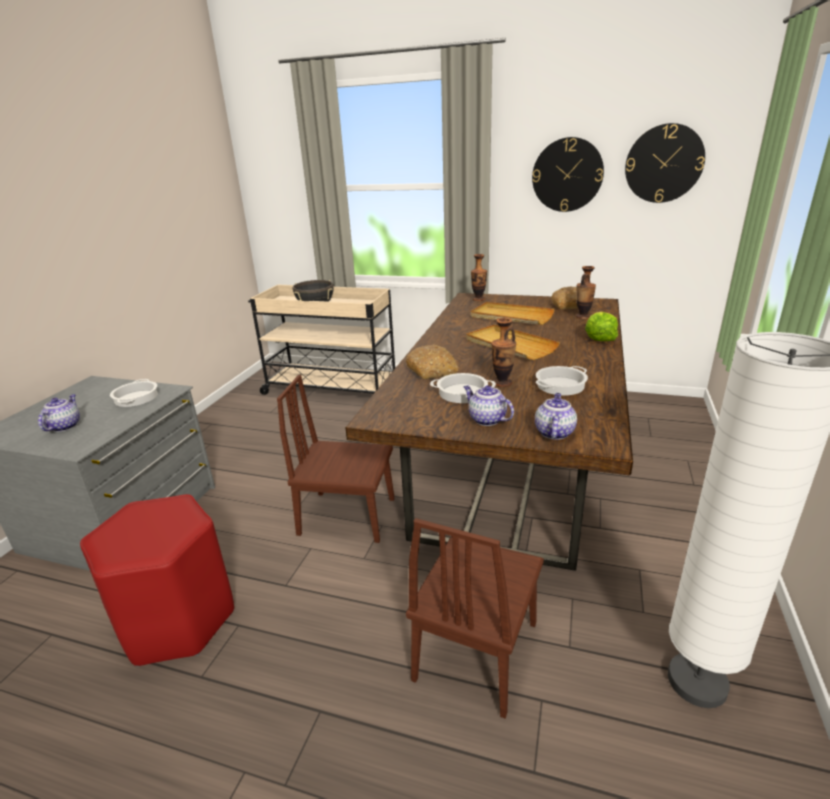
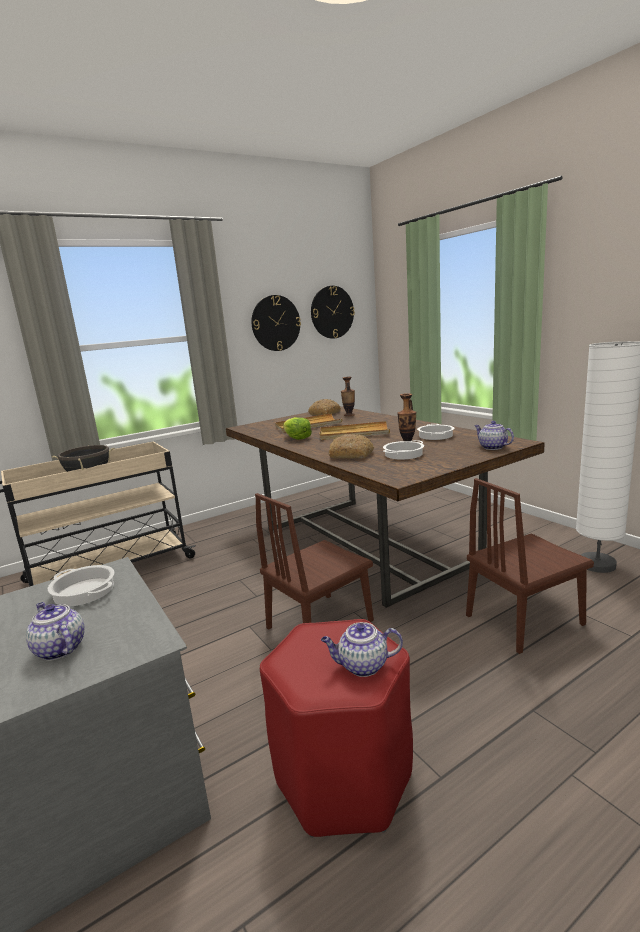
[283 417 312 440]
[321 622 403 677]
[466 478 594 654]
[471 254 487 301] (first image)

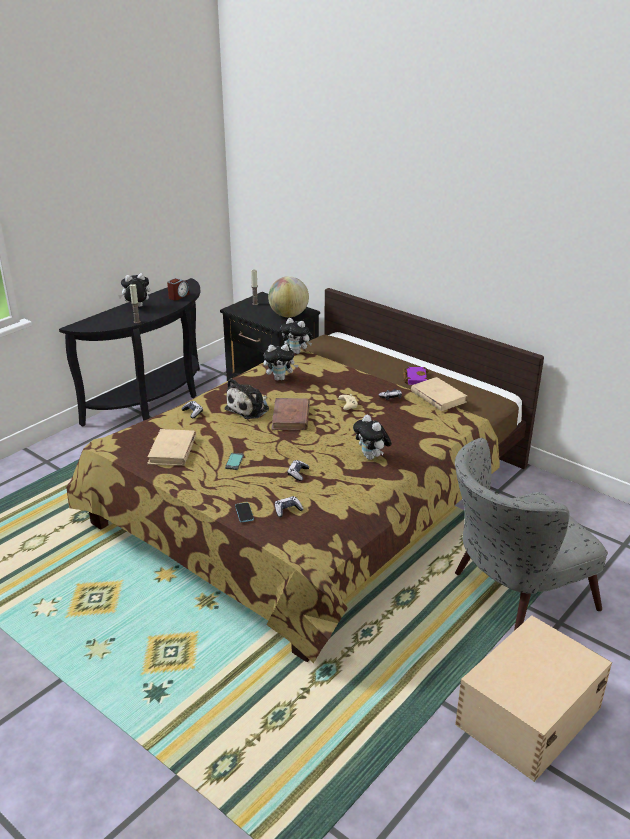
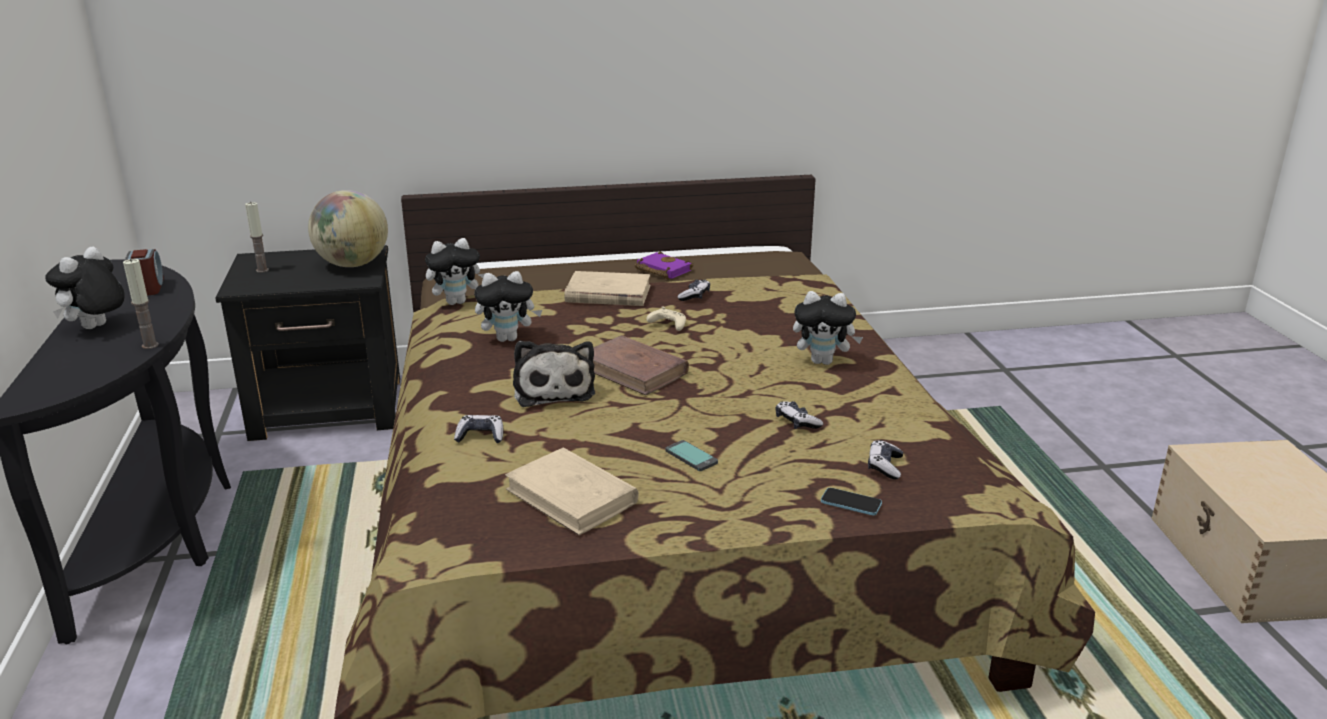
[474 271 542 342]
[564 271 650 306]
[455 438 608 631] (first image)

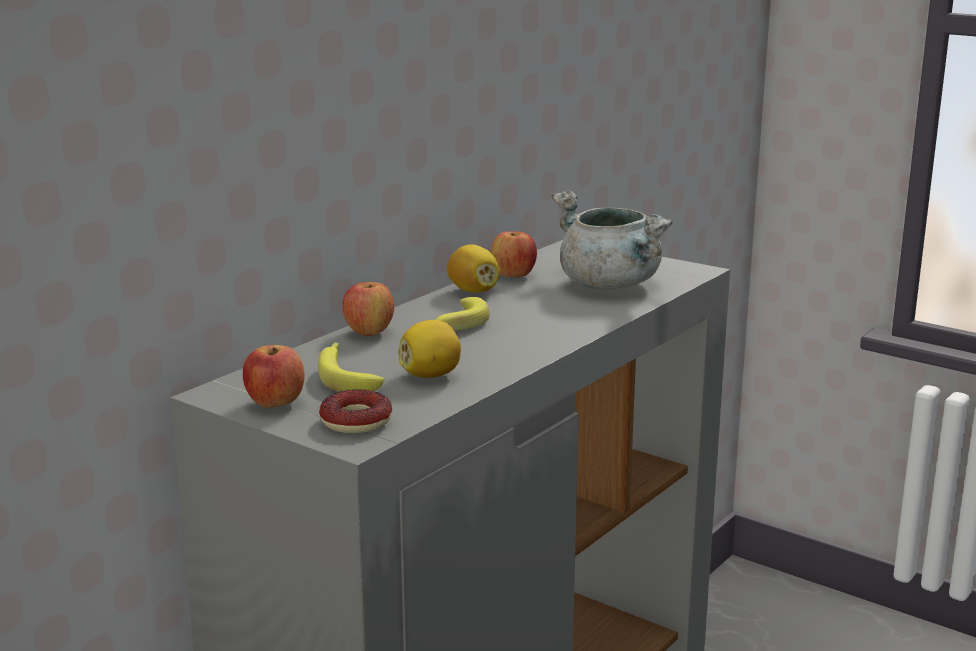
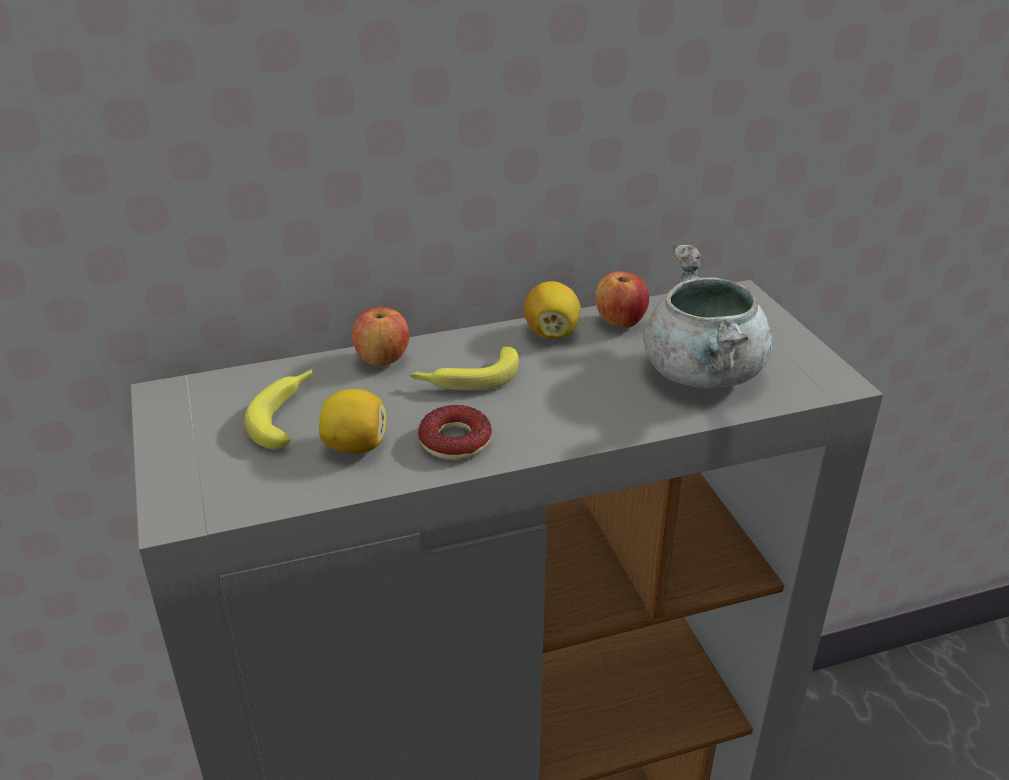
[418 405 492 460]
[243 345 305 408] (first image)

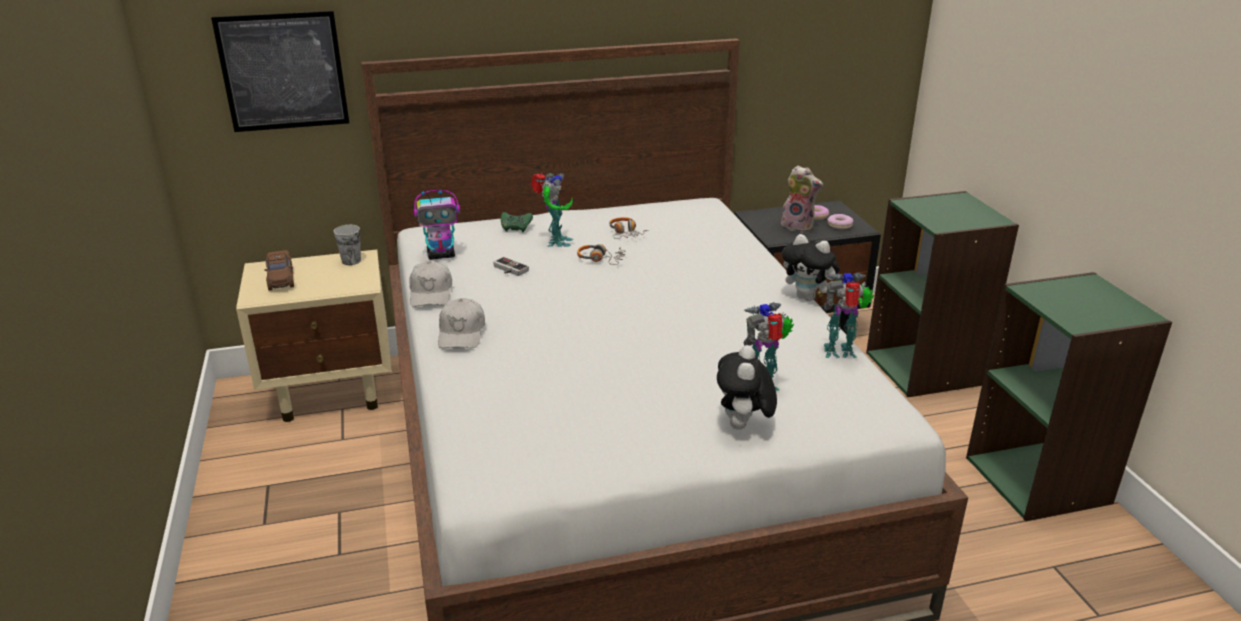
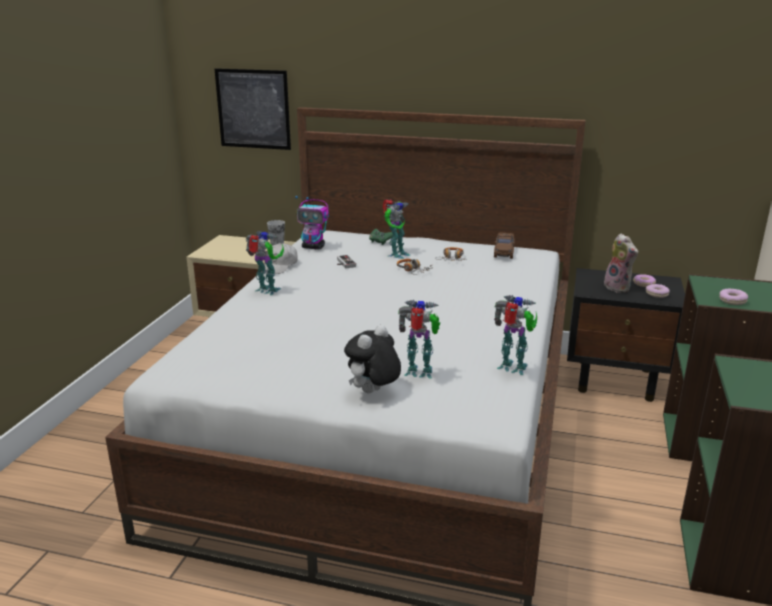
[245 231 284 295]
[494 232 515 259]
[719 289 748 305]
[782 234 840 301] (first image)

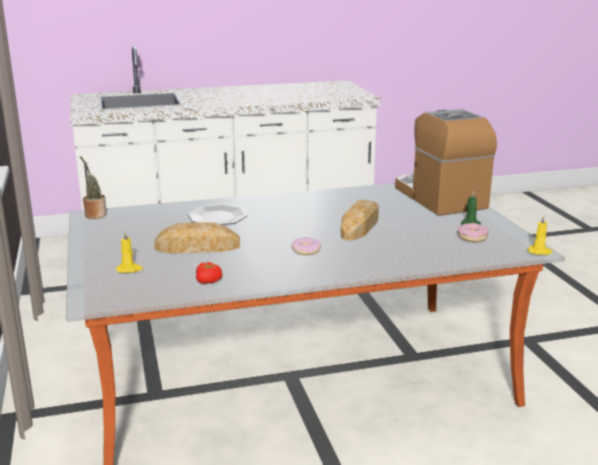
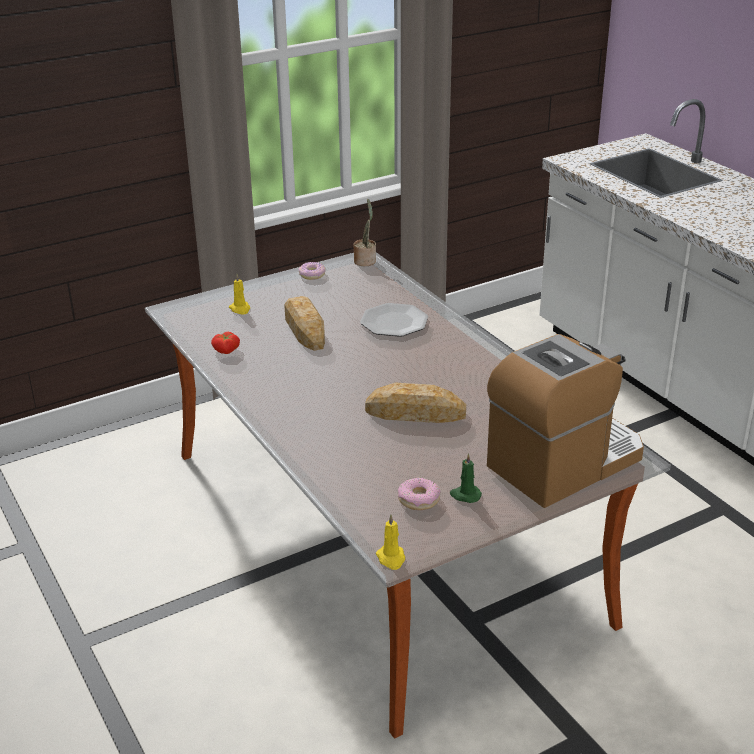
[298 262 326 280]

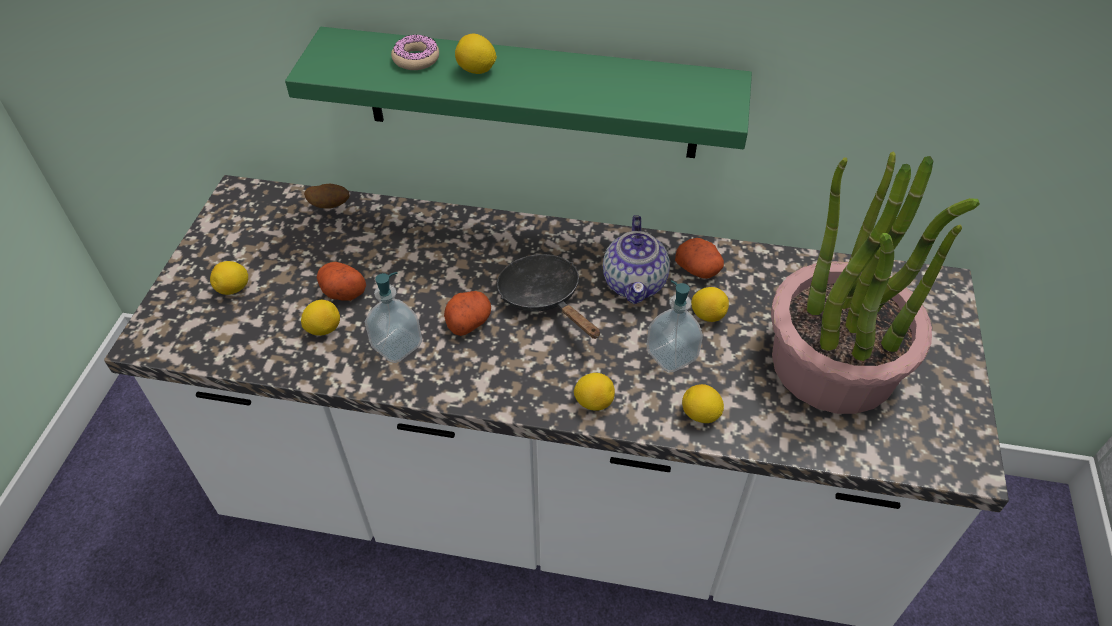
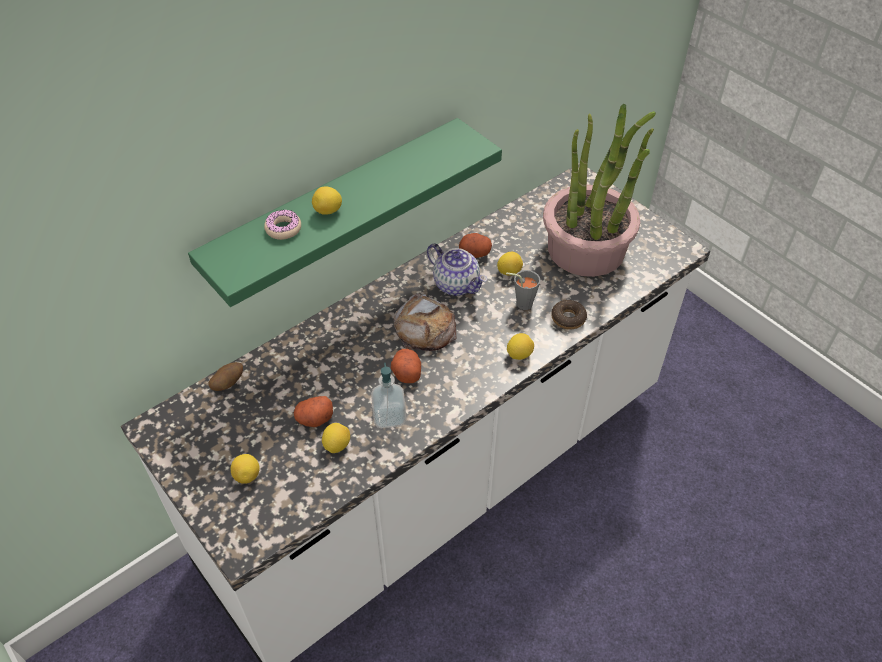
[393 293 456 351]
[506 270 540 310]
[551 300 587 330]

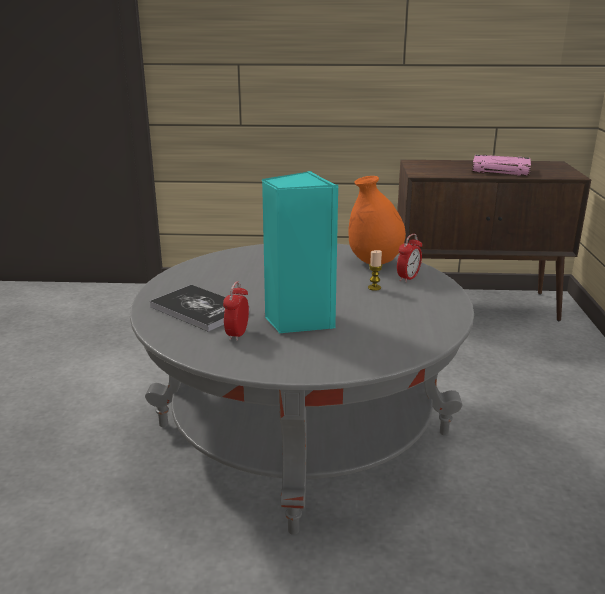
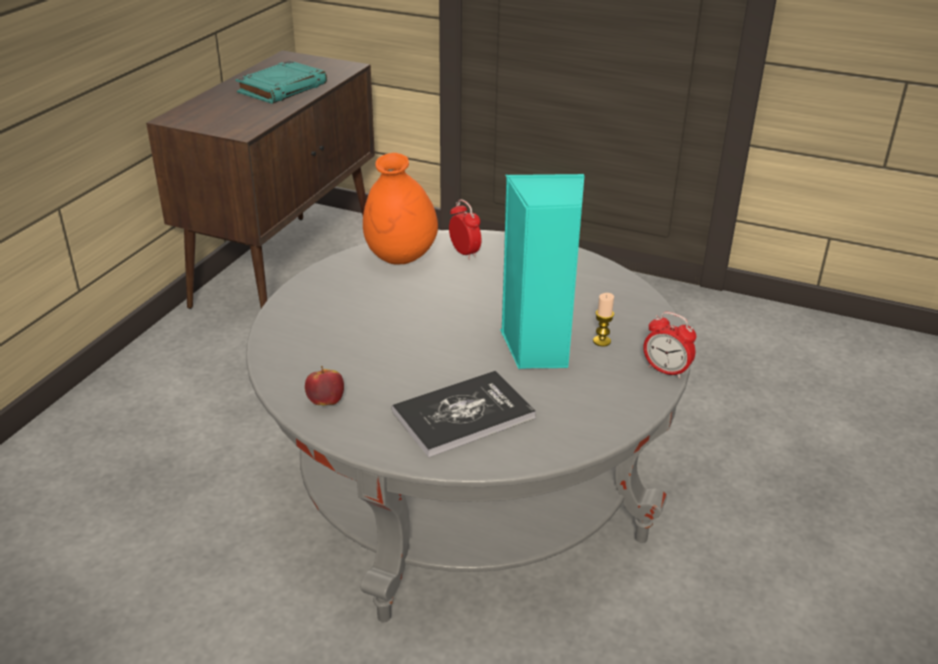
[236 60 327 104]
[305 366 344 405]
[593 293 614 347]
[643 312 696 379]

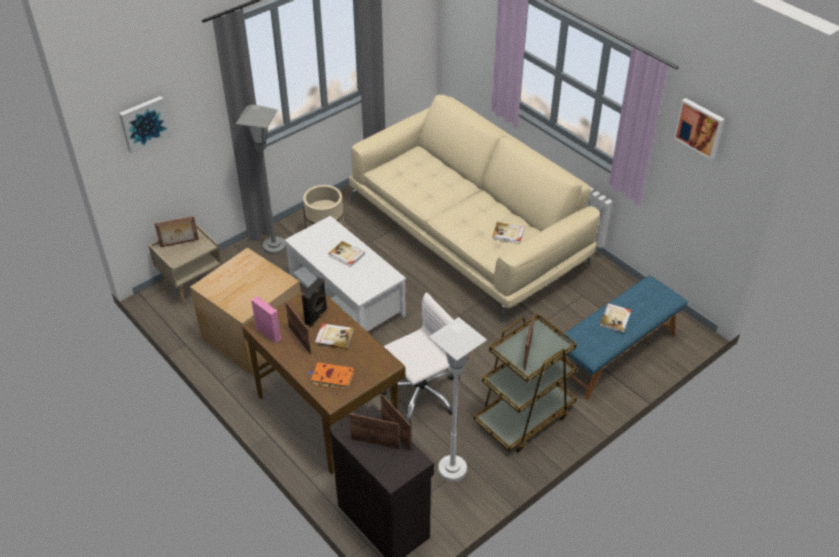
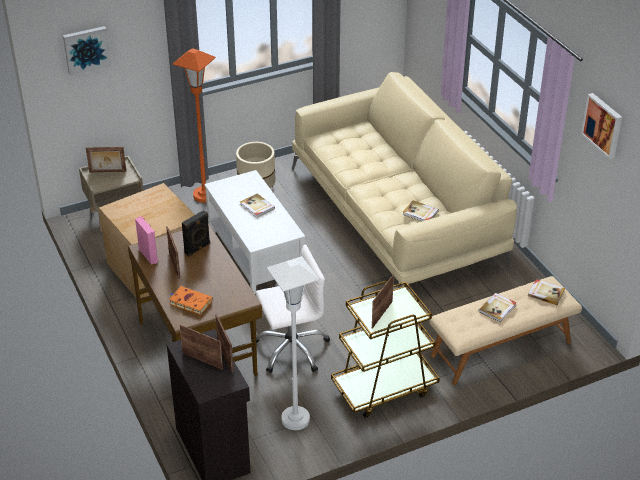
[173 48 216 203]
[429 276 582 385]
[528 279 565 306]

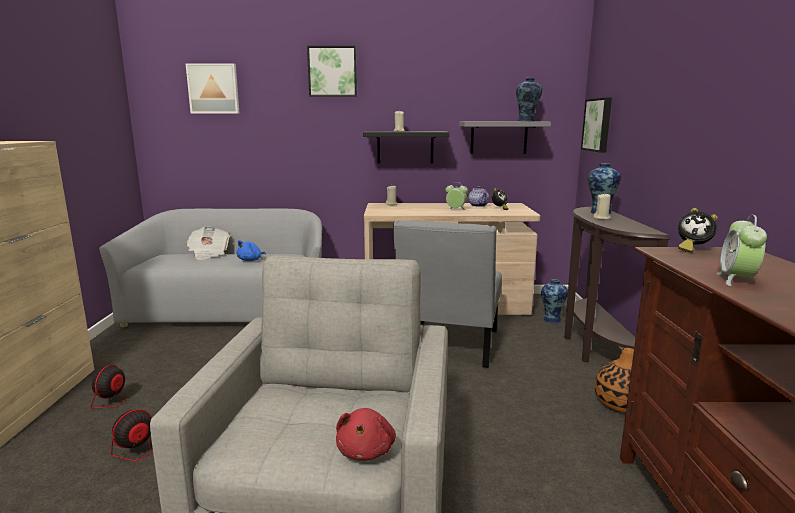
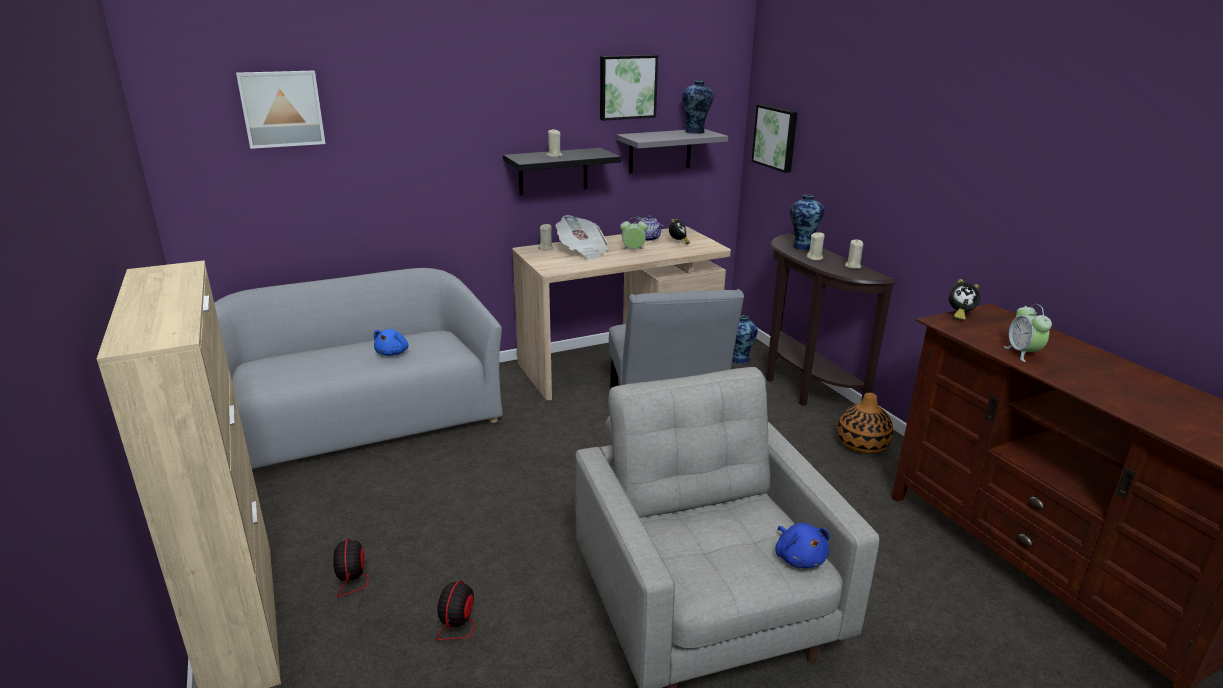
[555 215 610 260]
[600 55 658 121]
[775 523 830 568]
[845 239 863 269]

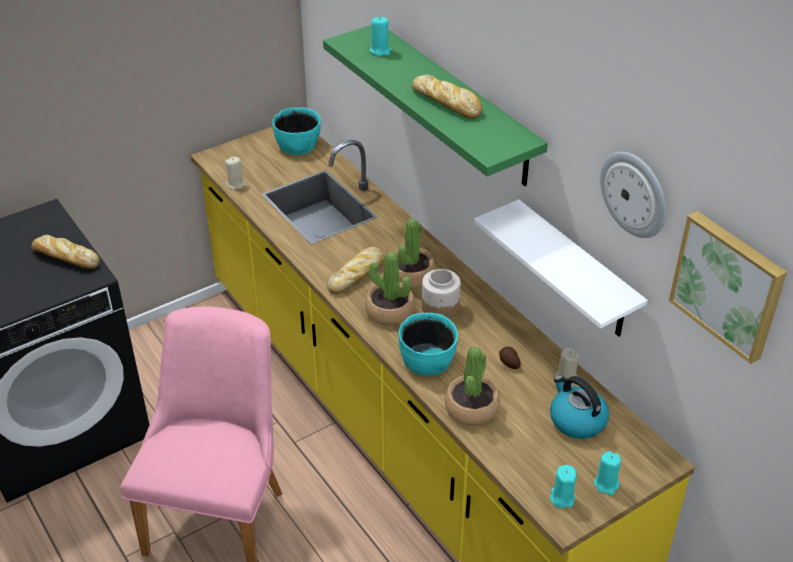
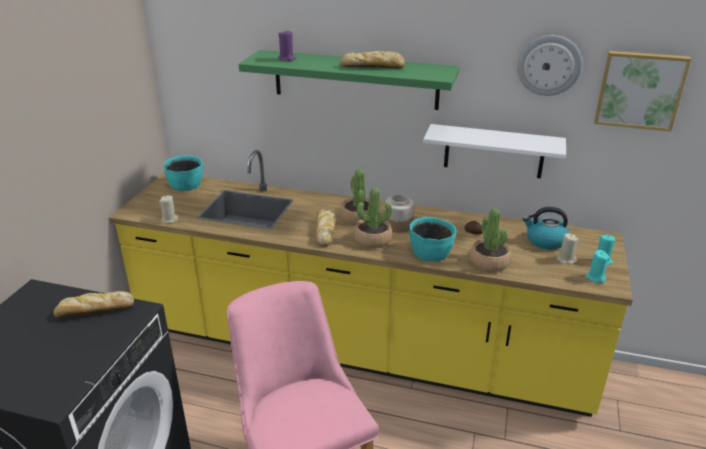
[278 30 296 61]
[557 233 578 264]

